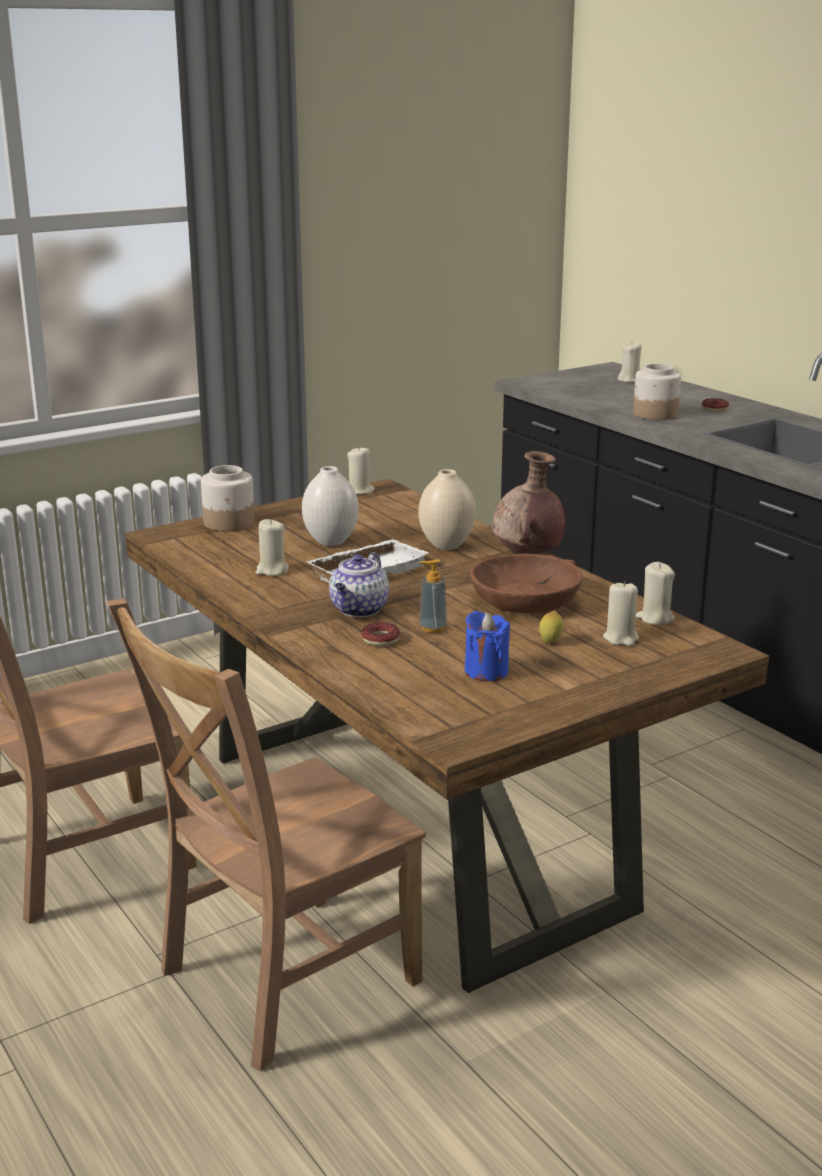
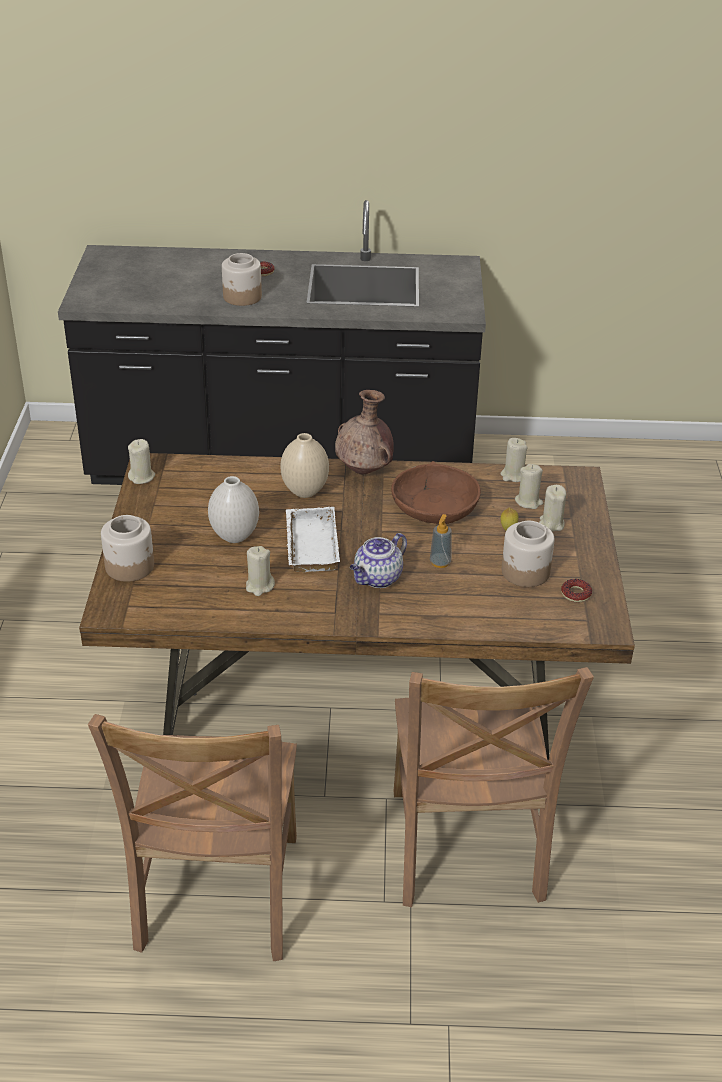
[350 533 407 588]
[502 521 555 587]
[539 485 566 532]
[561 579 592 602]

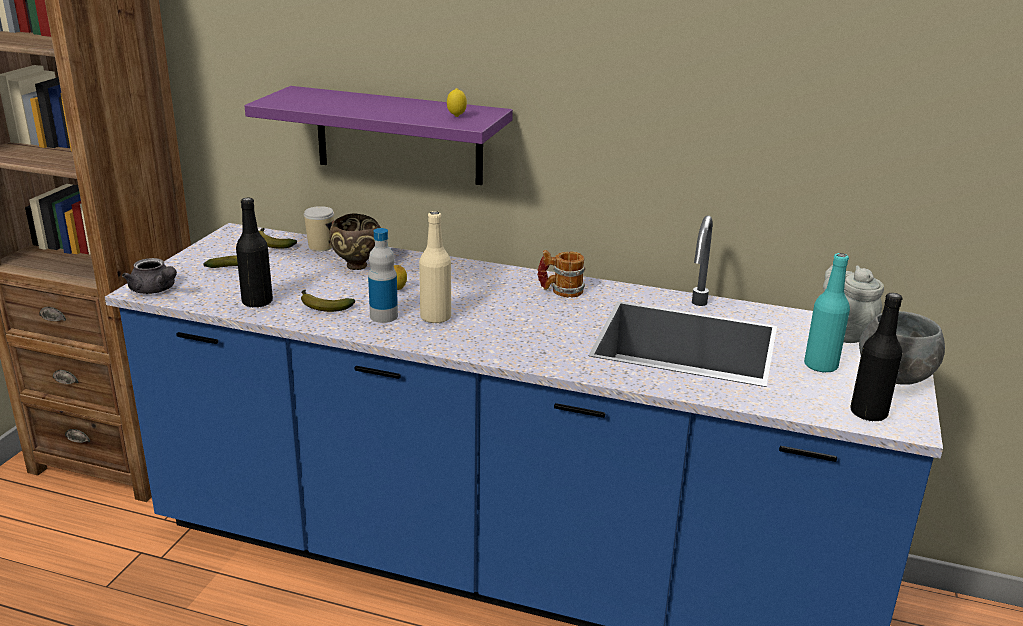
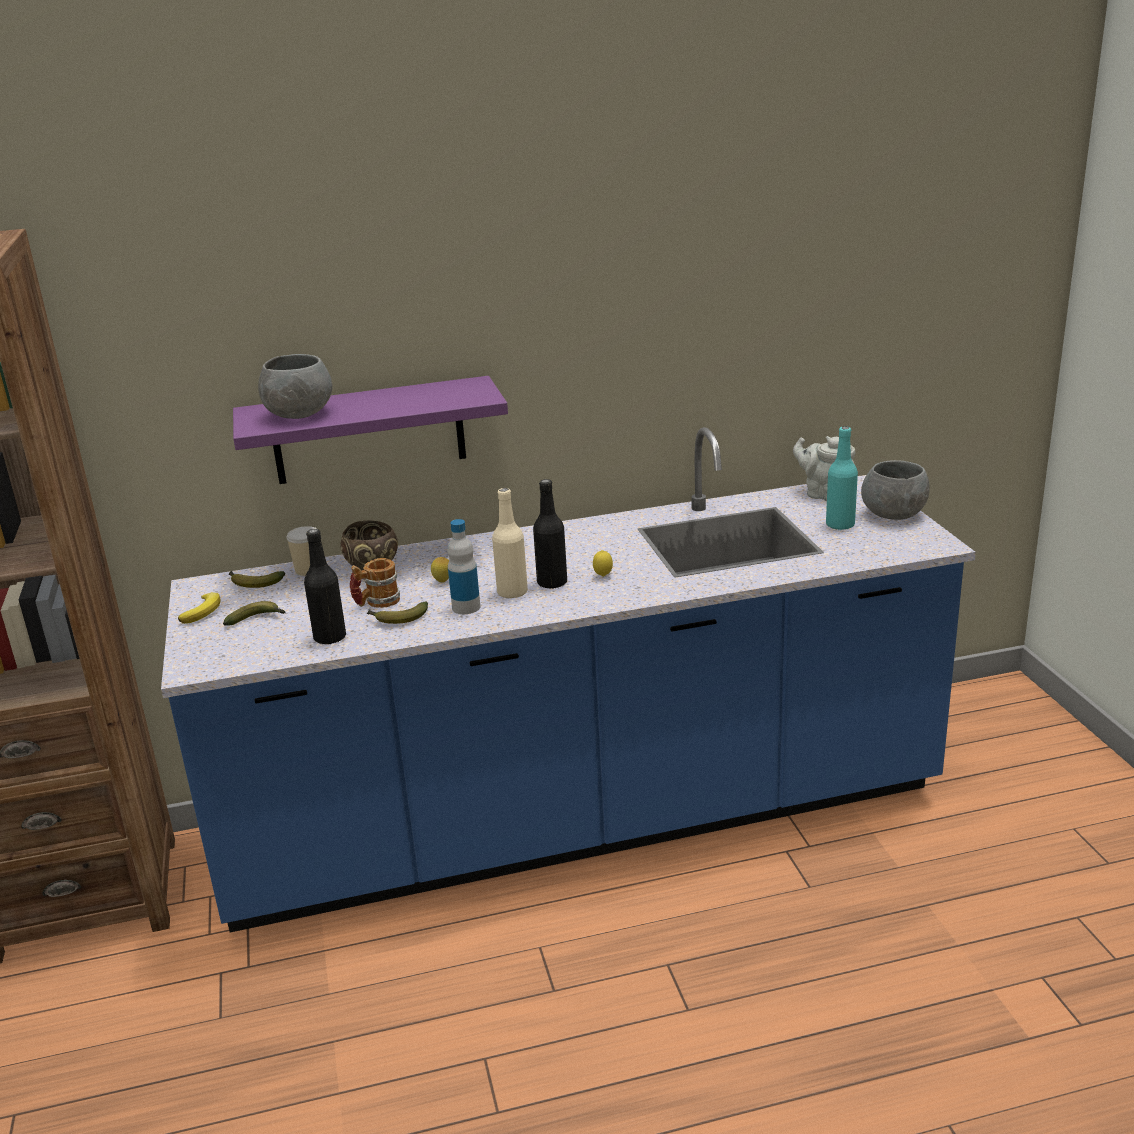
[178 592 220 624]
[258 354 332 419]
[350 558 400 608]
[533 479 567 589]
[593 550 613 577]
[122 258 177 294] (first image)

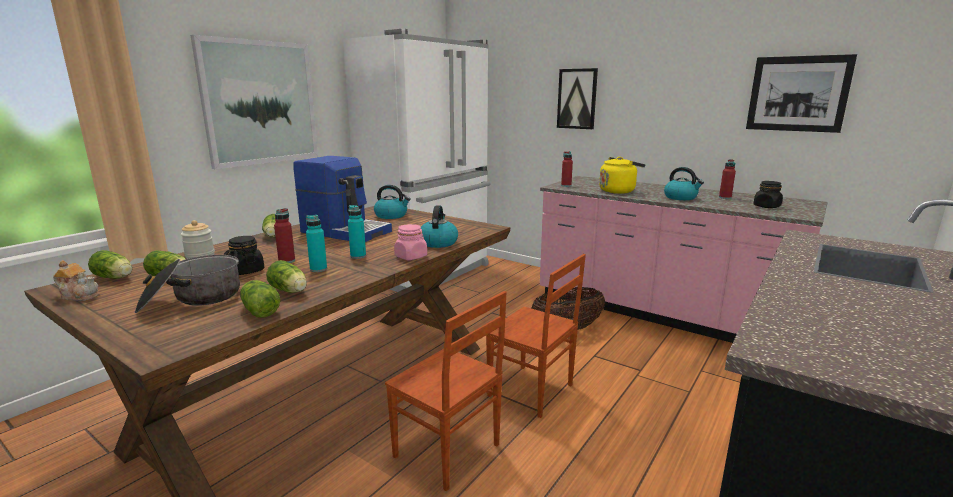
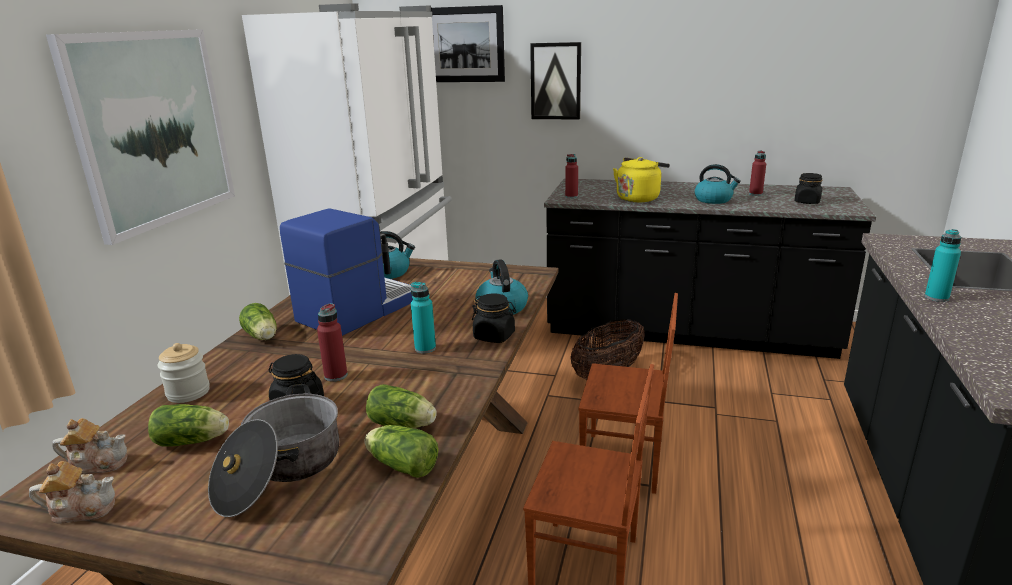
[52 418 127 474]
[280 208 413 336]
[431 5 505 82]
[472 294 516 343]
[544 178 876 359]
[925 229 961 302]

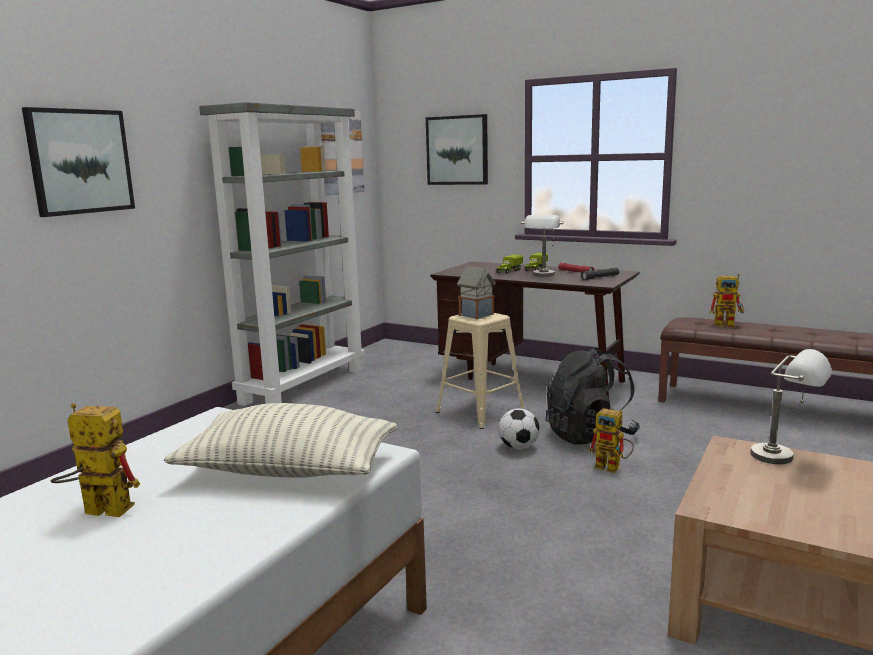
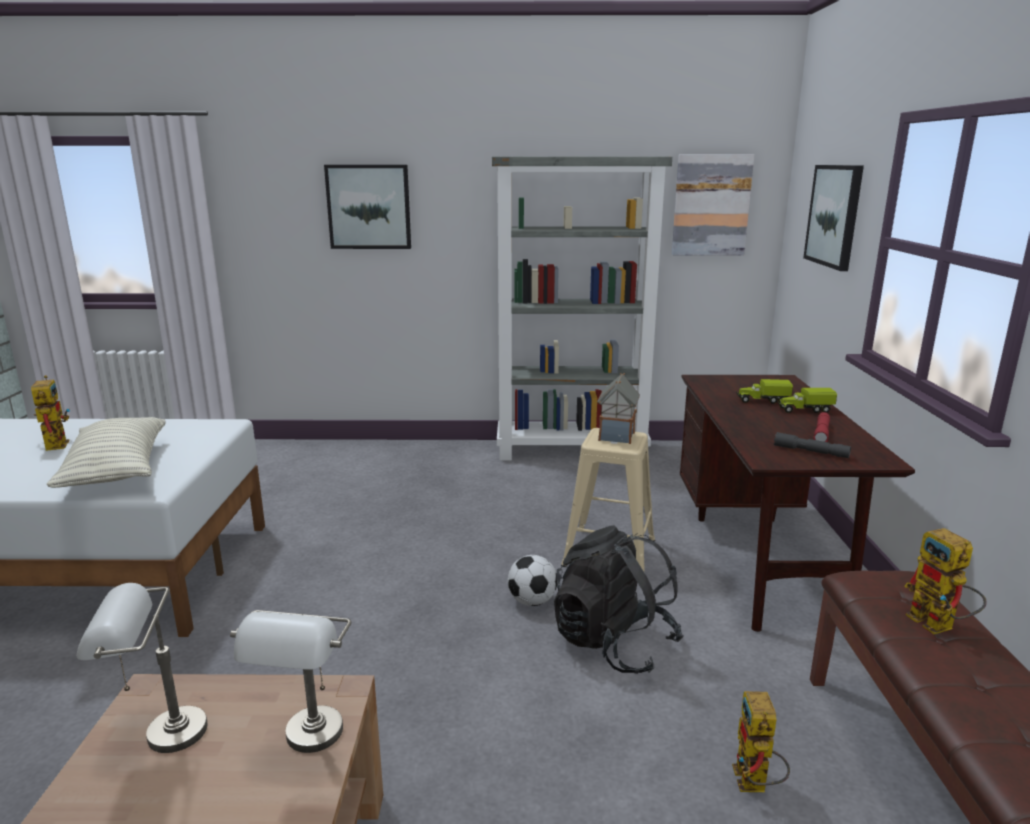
[77 583 208 753]
[732 691 790 792]

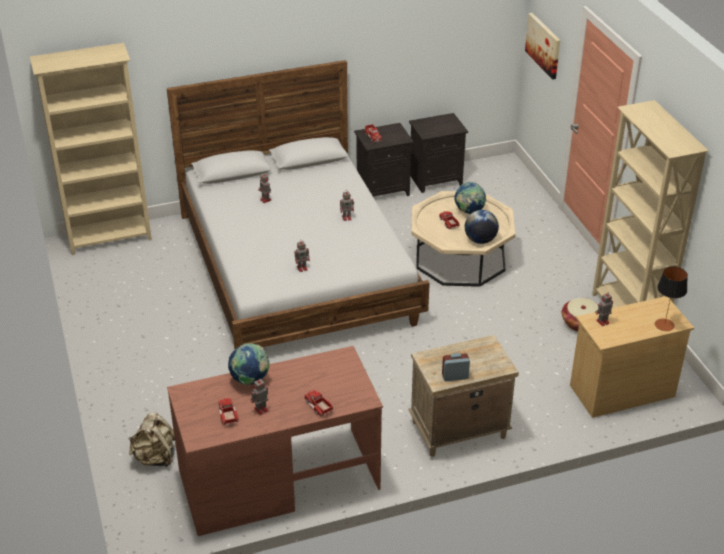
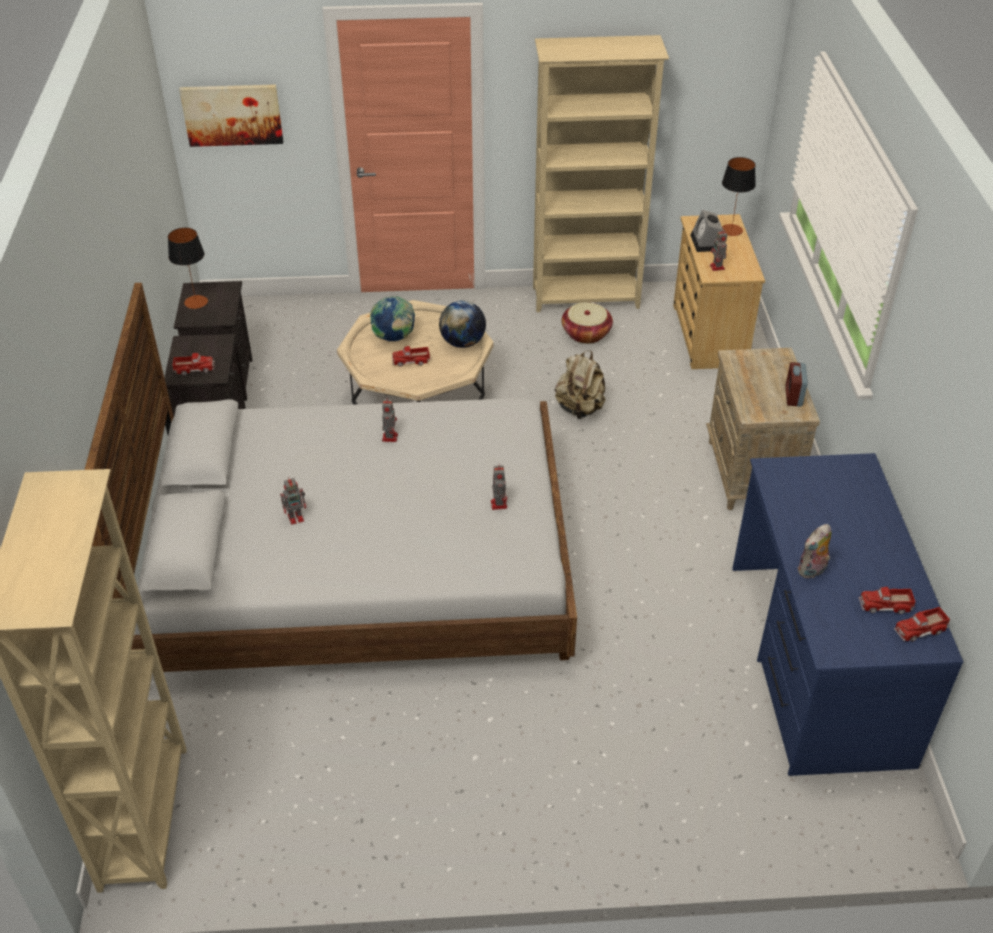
[168 228 208 309]
[555 350 606 419]
[690 210 722 252]
[732 453 963 776]
[797 524 832 579]
[894 607 950 642]
[250 378 268 415] (first image)

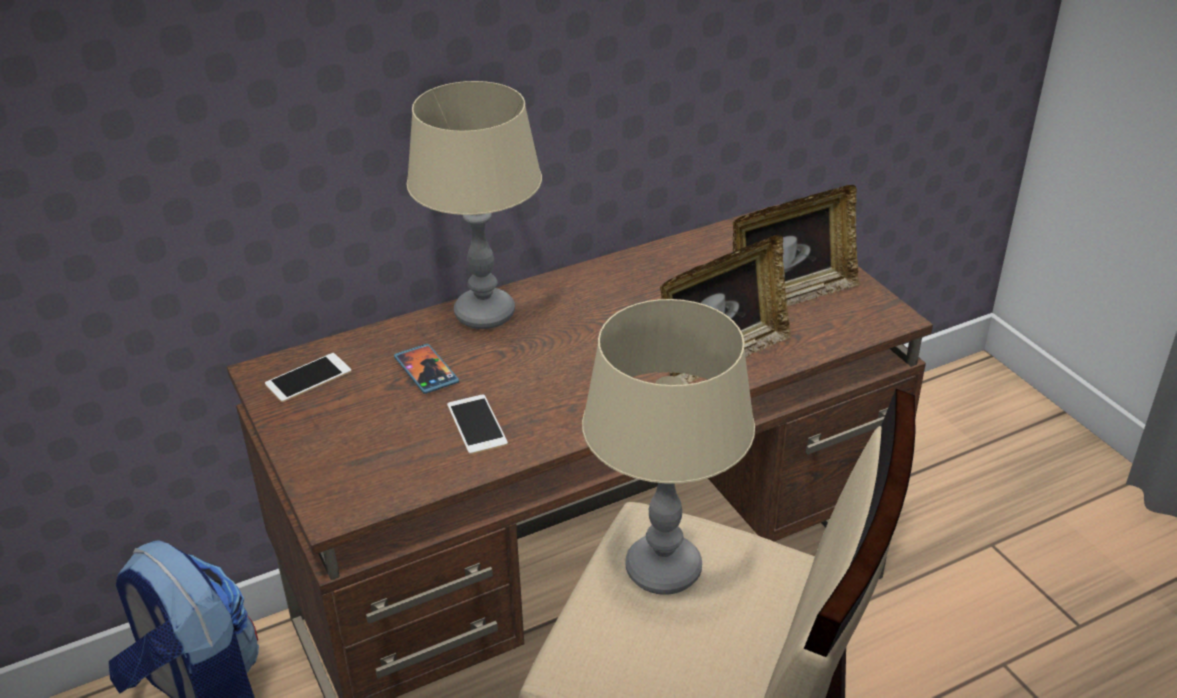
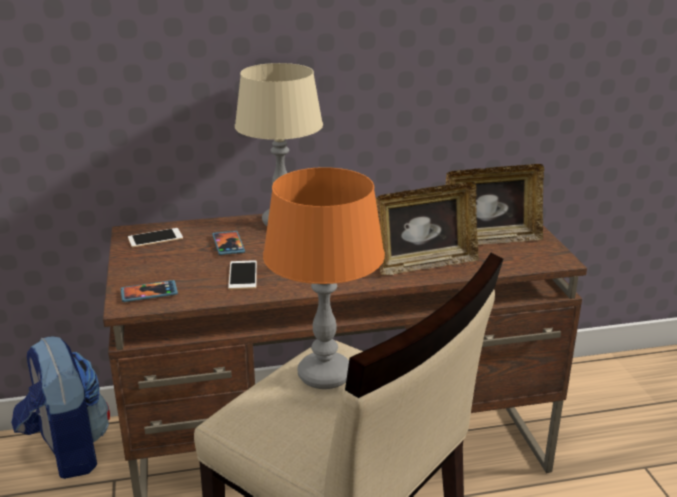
[121 280 178 302]
[263 167 385 389]

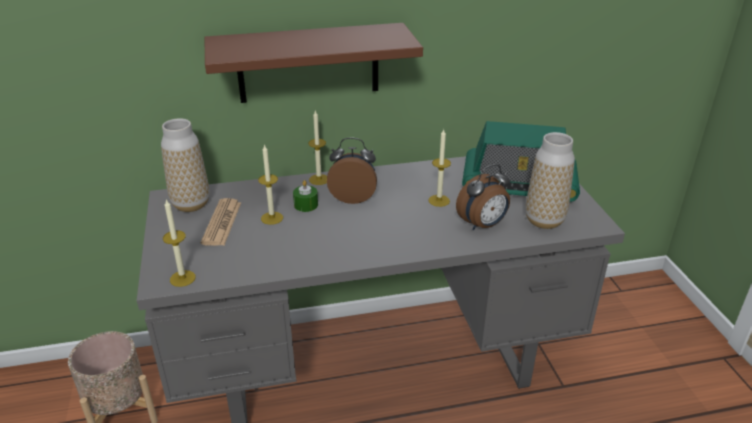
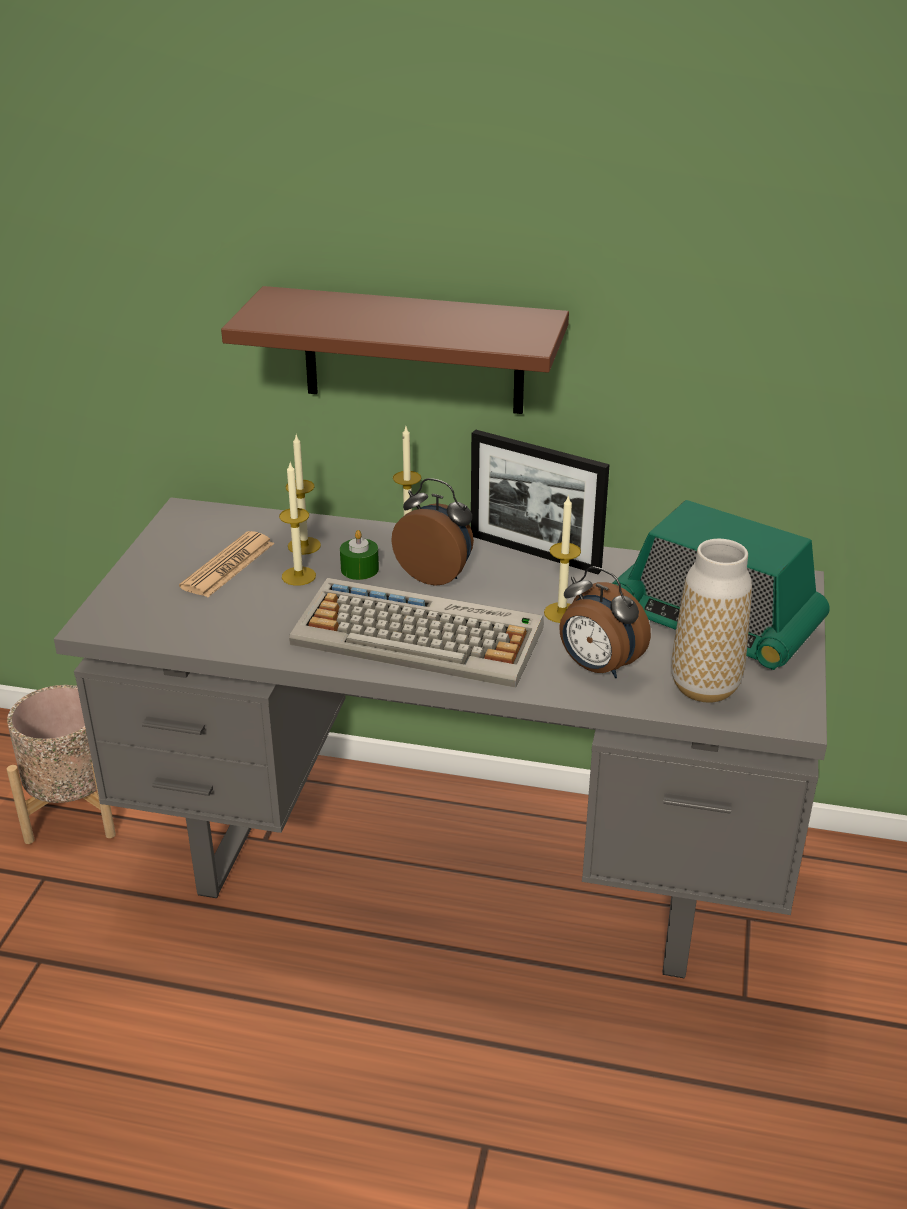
[286 435 321 555]
[289 578 544 688]
[471 430 610 574]
[559 566 651 678]
[161 118 209 212] (first image)

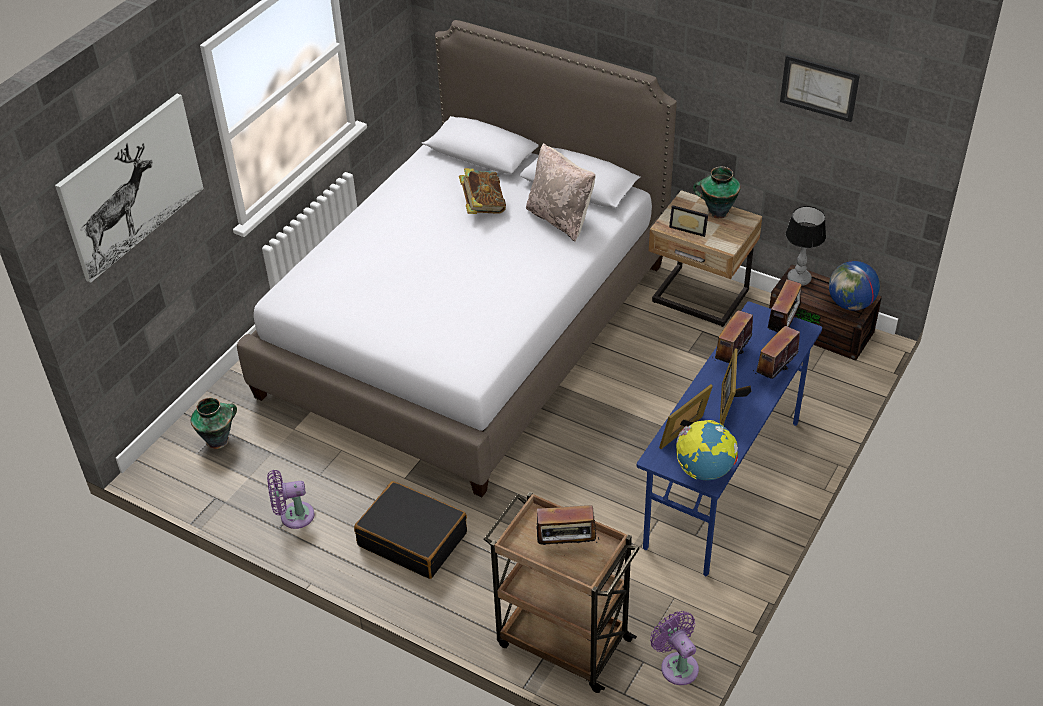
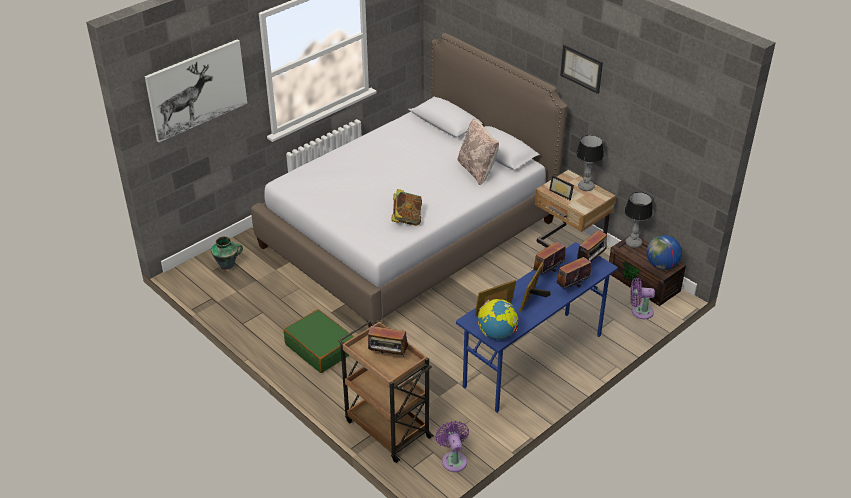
[283 309 354 373]
[391 189 422 226]
[560 44 603 94]
[576 135 604 191]
[630 278 655 319]

